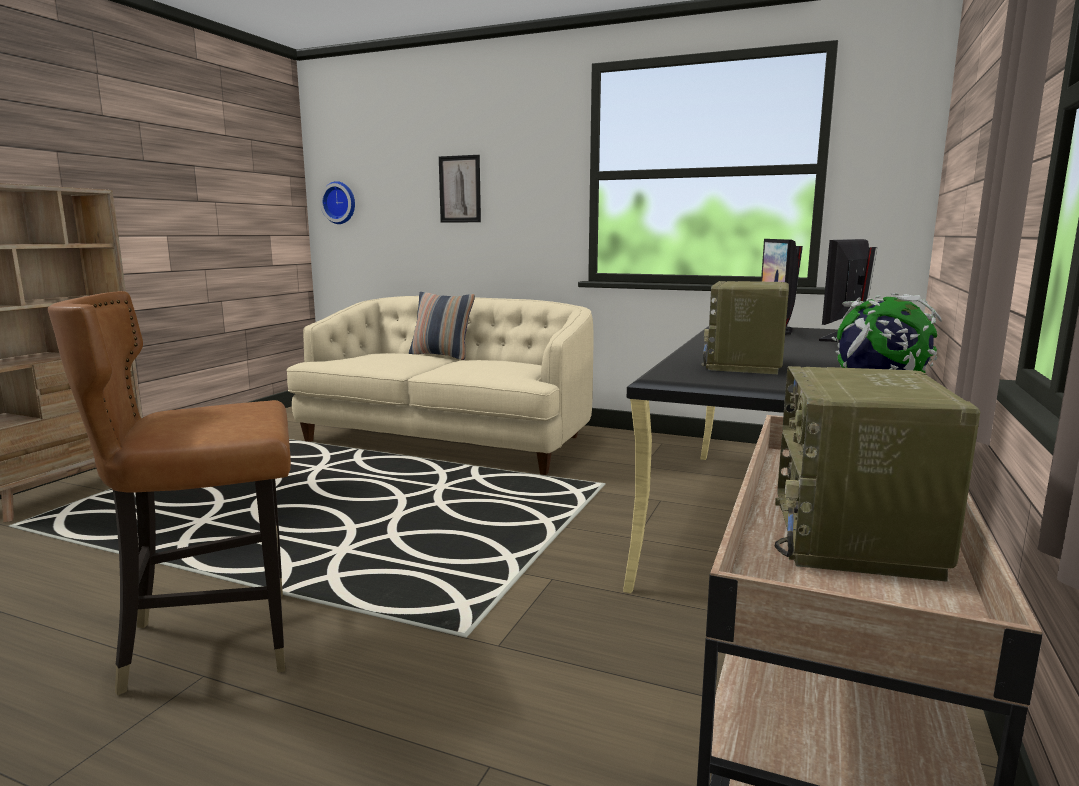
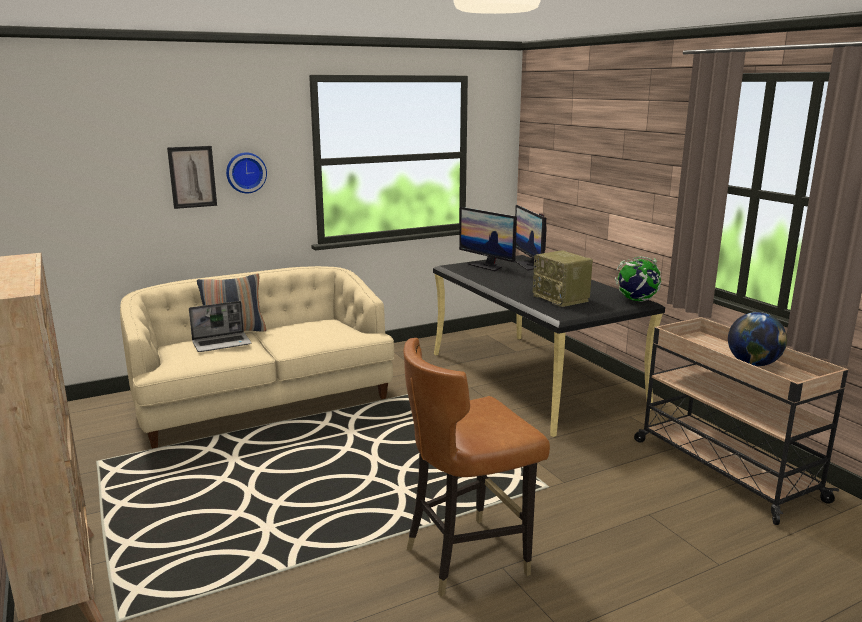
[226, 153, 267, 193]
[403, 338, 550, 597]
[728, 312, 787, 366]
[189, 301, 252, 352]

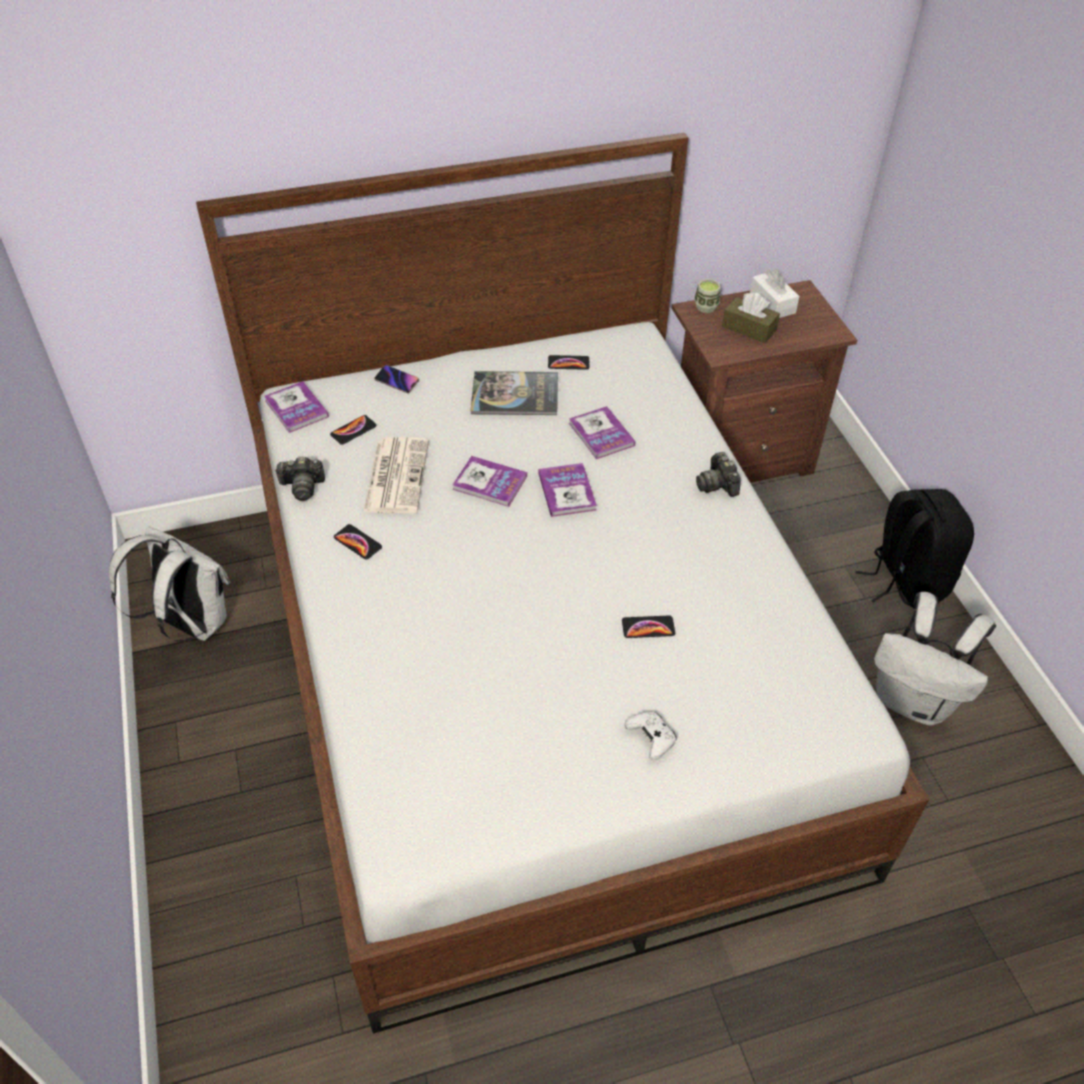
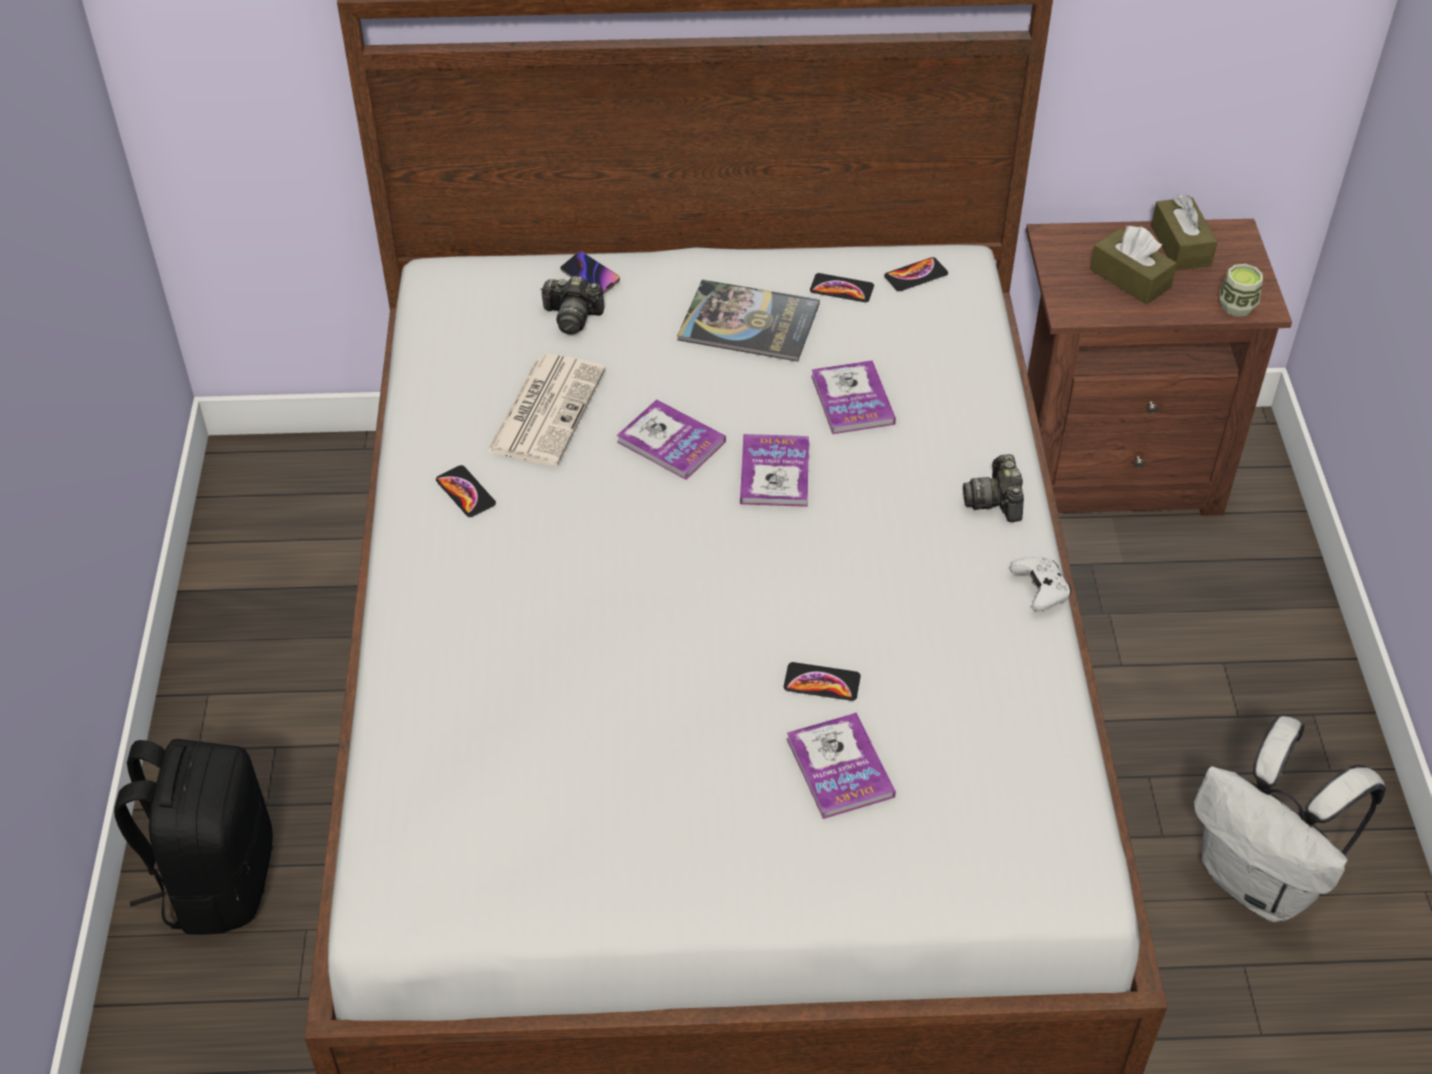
[1151, 195, 1217, 271]
[1220, 264, 1263, 317]
[787, 713, 896, 819]
[884, 257, 948, 291]
[540, 276, 604, 334]
[114, 739, 273, 935]
[109, 527, 230, 642] (first image)
[1010, 557, 1071, 611]

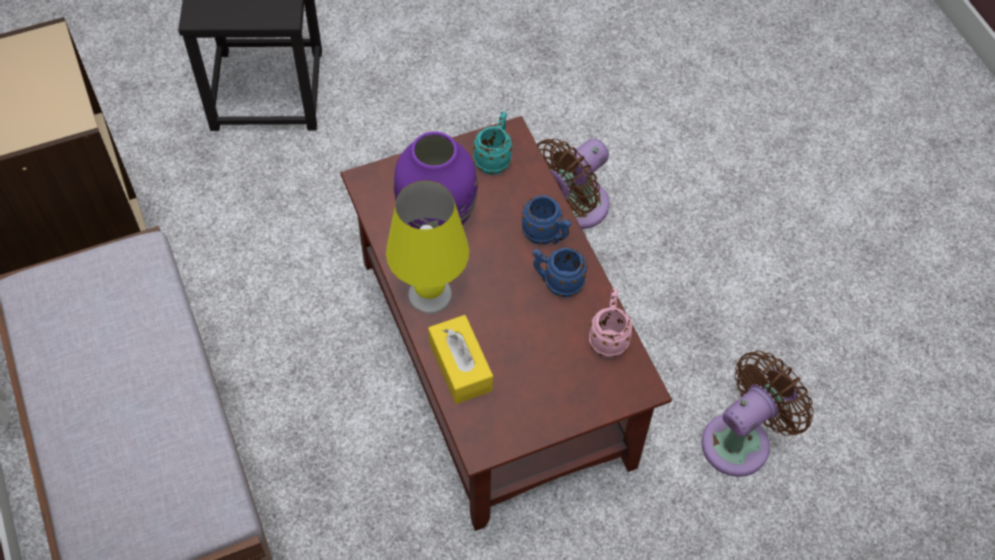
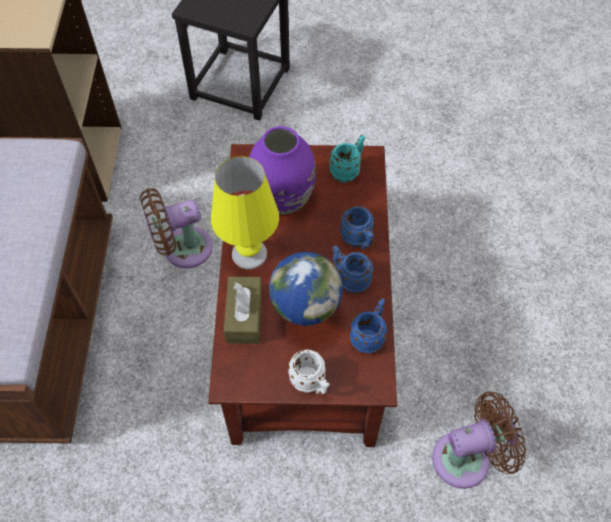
[140, 188, 213, 268]
[350, 298, 387, 354]
[224, 277, 262, 344]
[269, 252, 343, 326]
[288, 349, 329, 394]

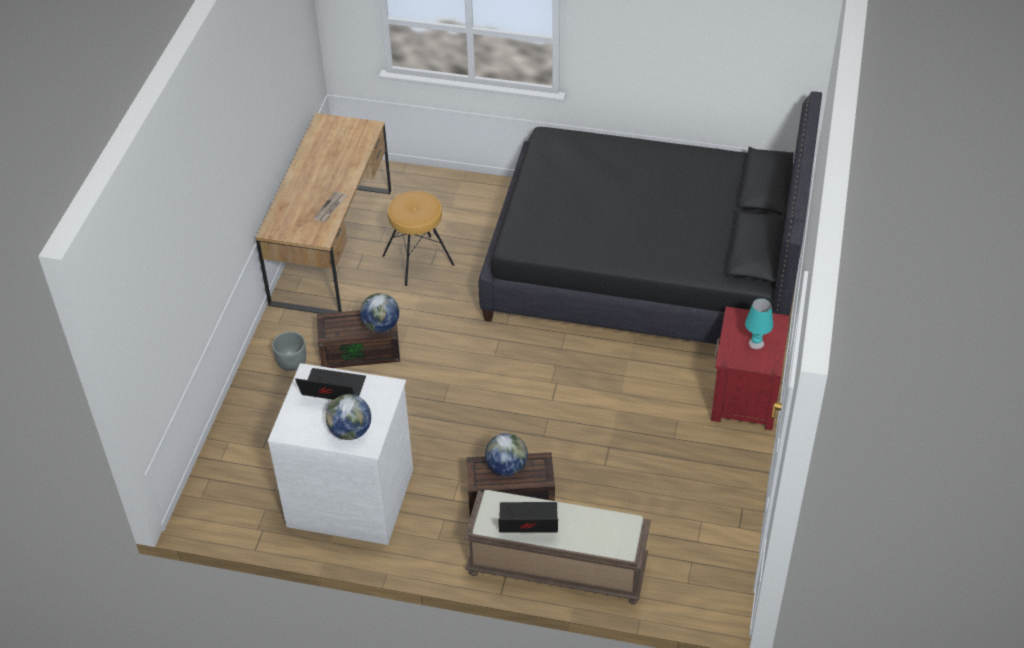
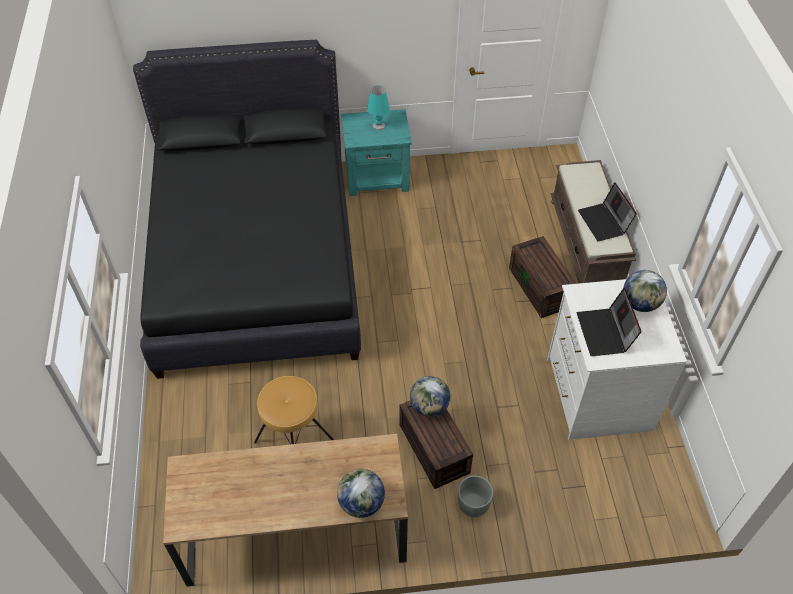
[313, 191, 347, 223] (first image)
[341, 109, 412, 196]
[337, 469, 385, 518]

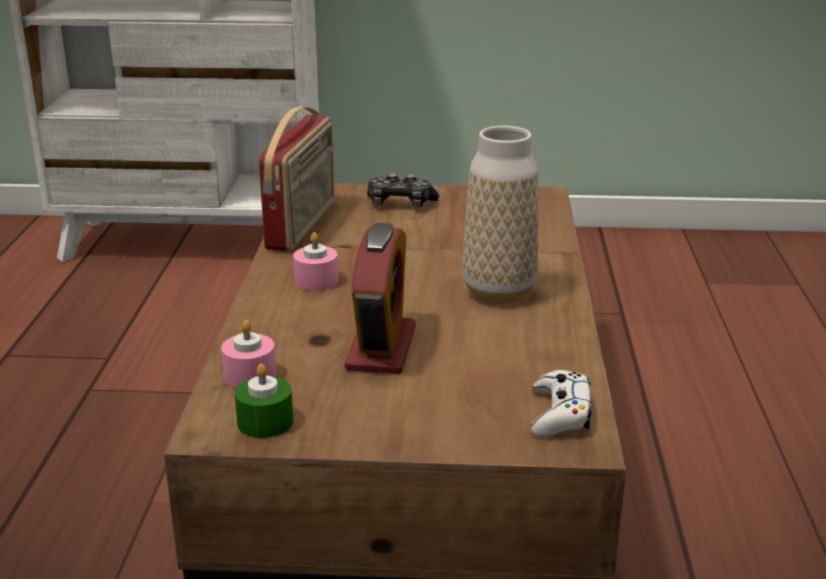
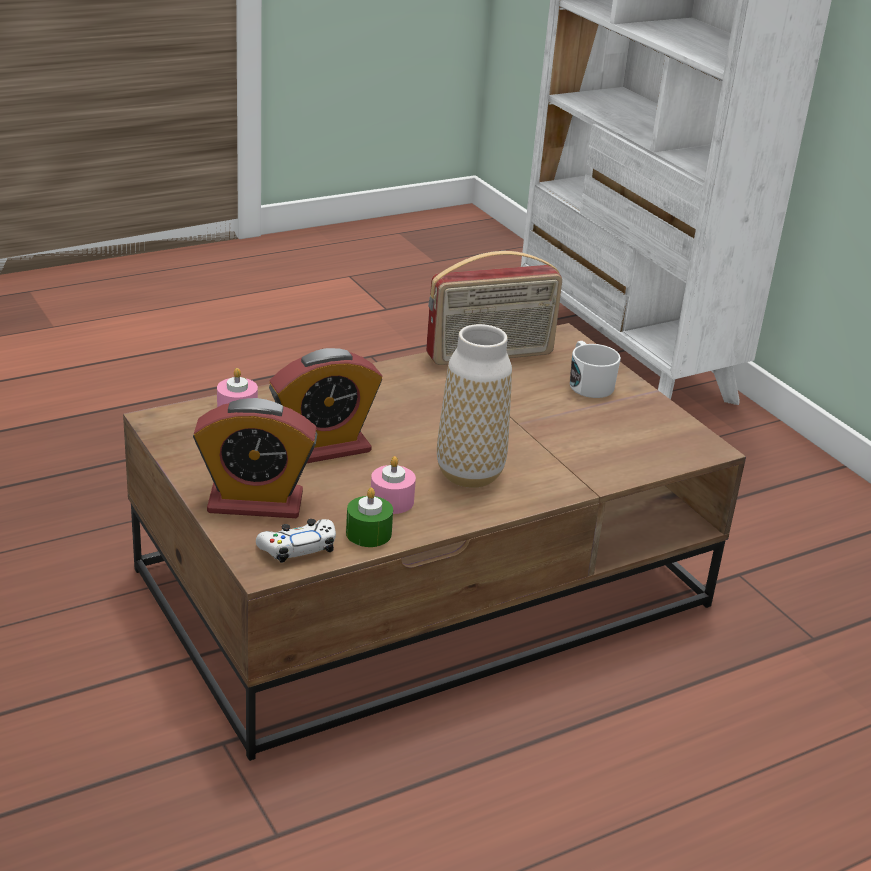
[570, 341, 621, 398]
[371, 456, 416, 514]
[346, 487, 393, 547]
[193, 398, 317, 518]

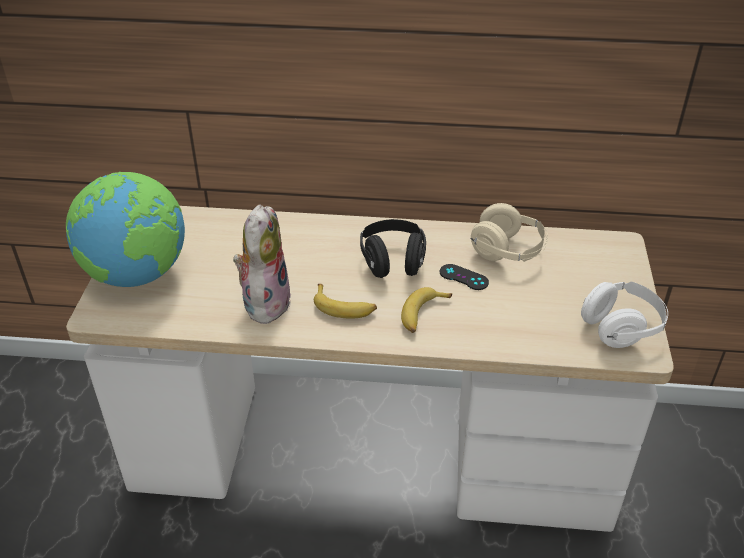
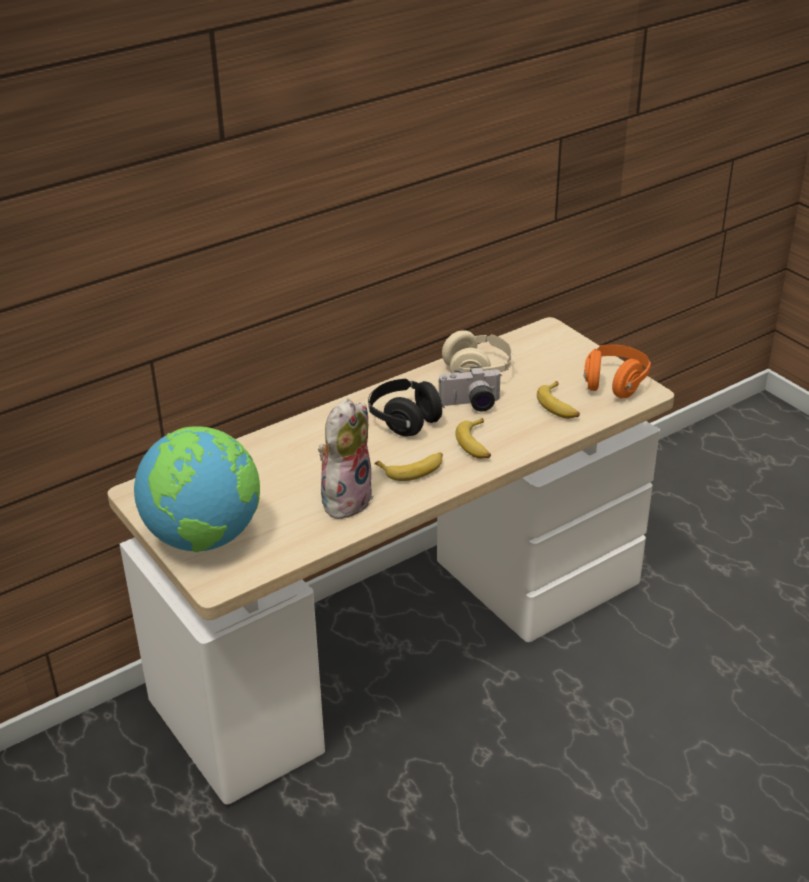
[318, 398, 374, 519]
[439, 366, 501, 411]
[584, 344, 651, 399]
[537, 381, 580, 419]

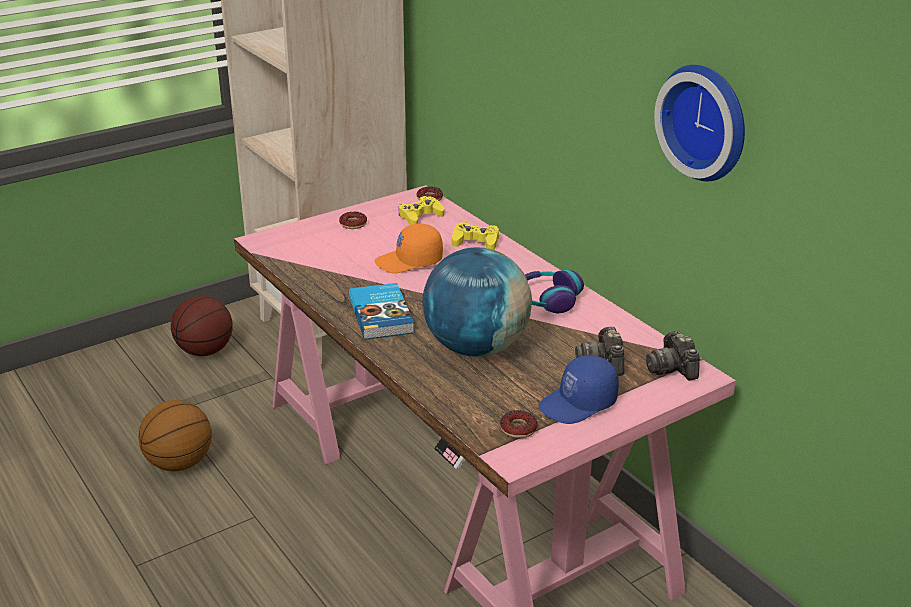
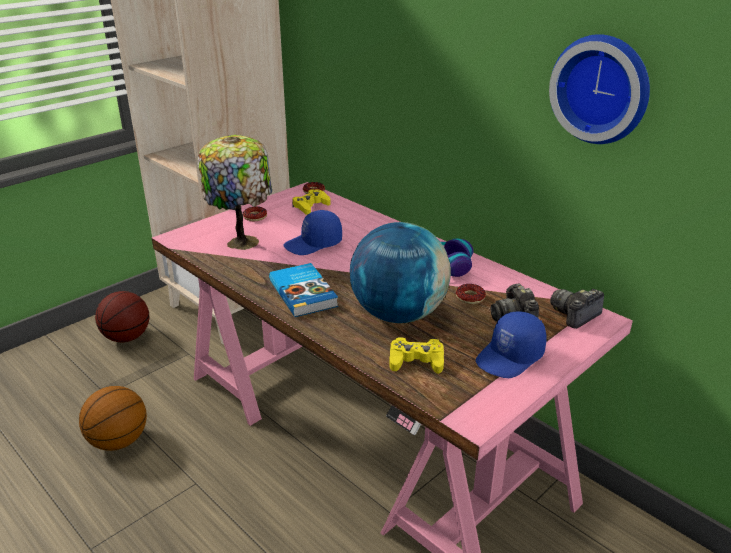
[389, 337, 444, 374]
[283, 210, 342, 255]
[550, 289, 604, 329]
[456, 284, 486, 304]
[198, 135, 272, 250]

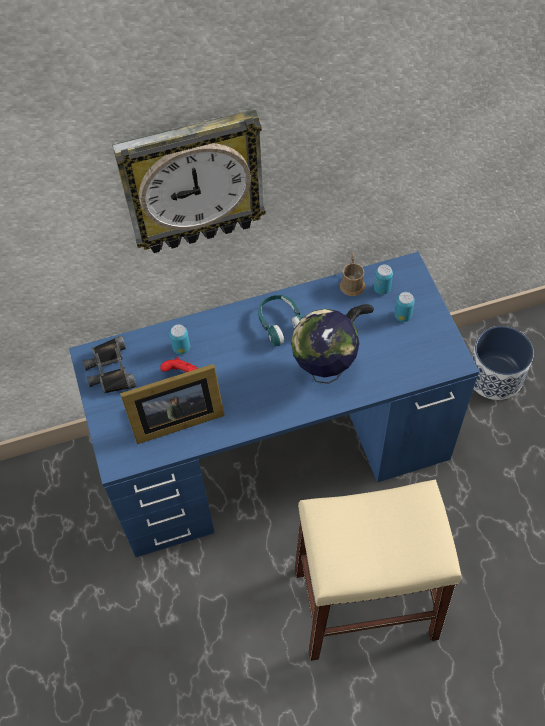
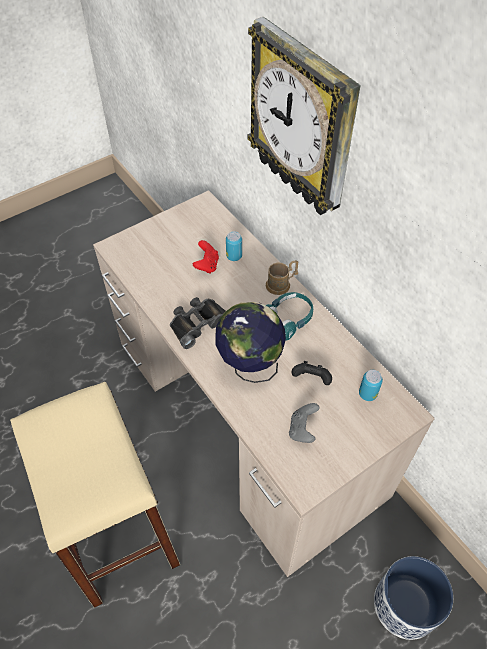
[93, 190, 435, 577]
[266, 260, 298, 295]
[395, 292, 415, 322] (first image)
[170, 297, 225, 349]
[120, 364, 225, 444] (first image)
[289, 403, 320, 443]

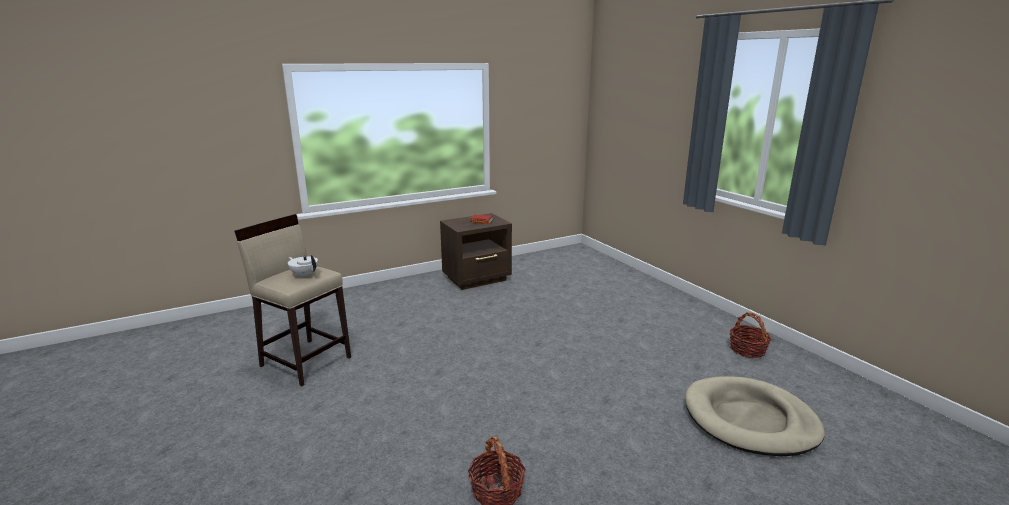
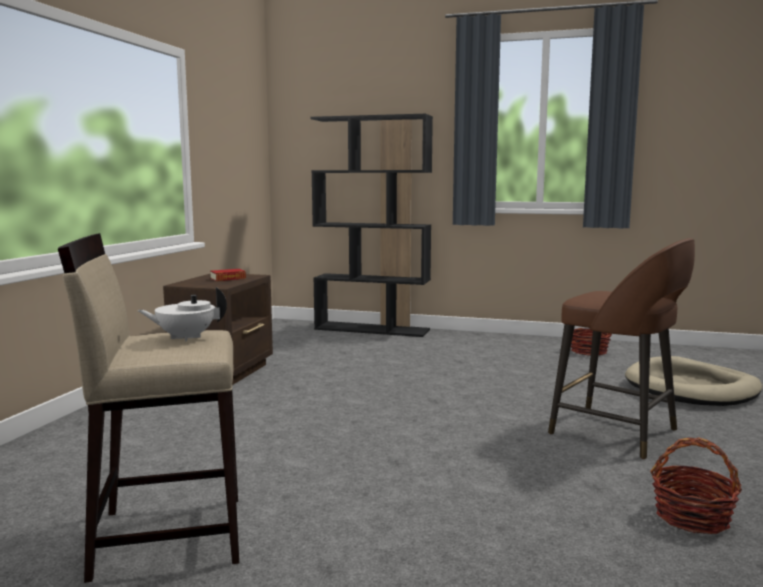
[310, 114, 433, 337]
[548, 238, 695, 459]

